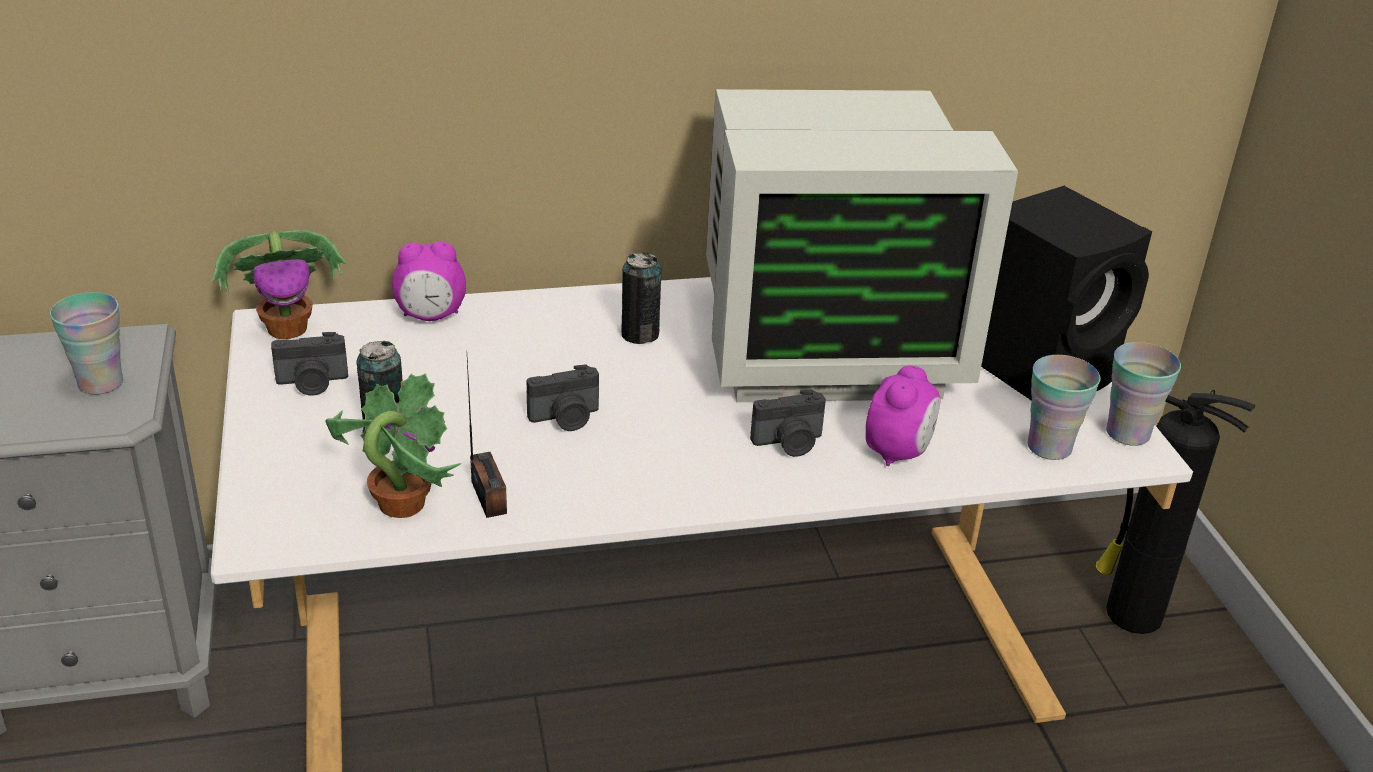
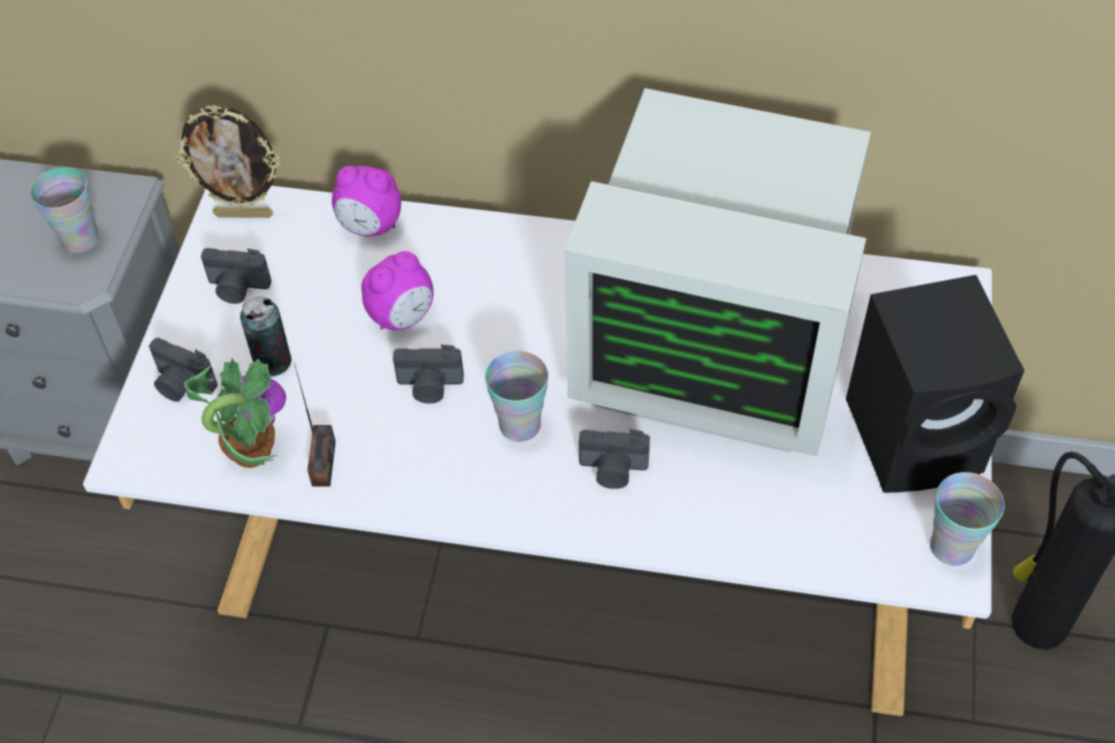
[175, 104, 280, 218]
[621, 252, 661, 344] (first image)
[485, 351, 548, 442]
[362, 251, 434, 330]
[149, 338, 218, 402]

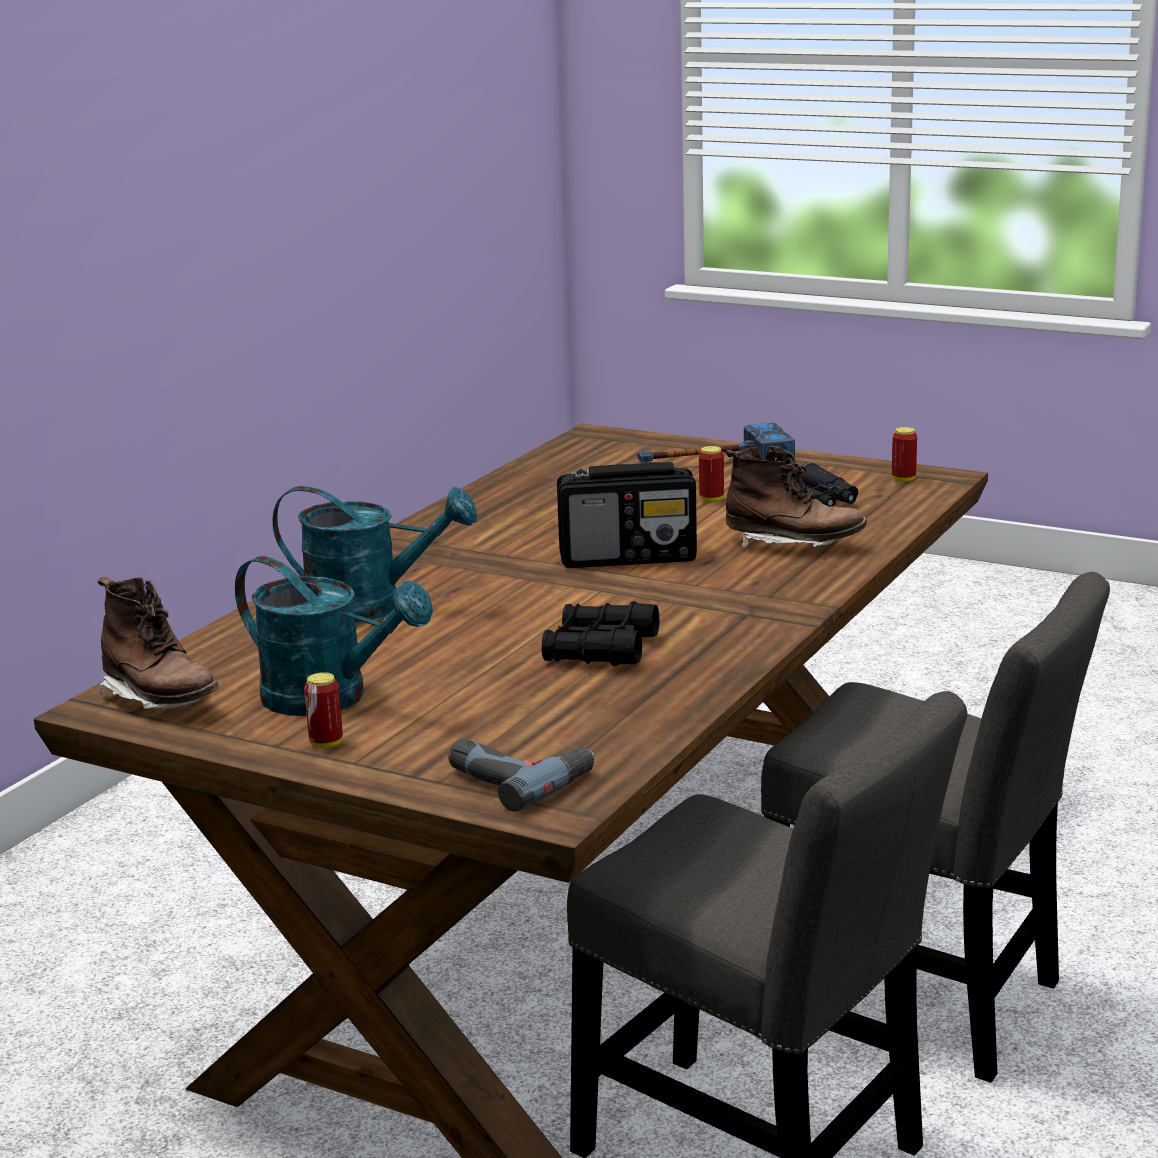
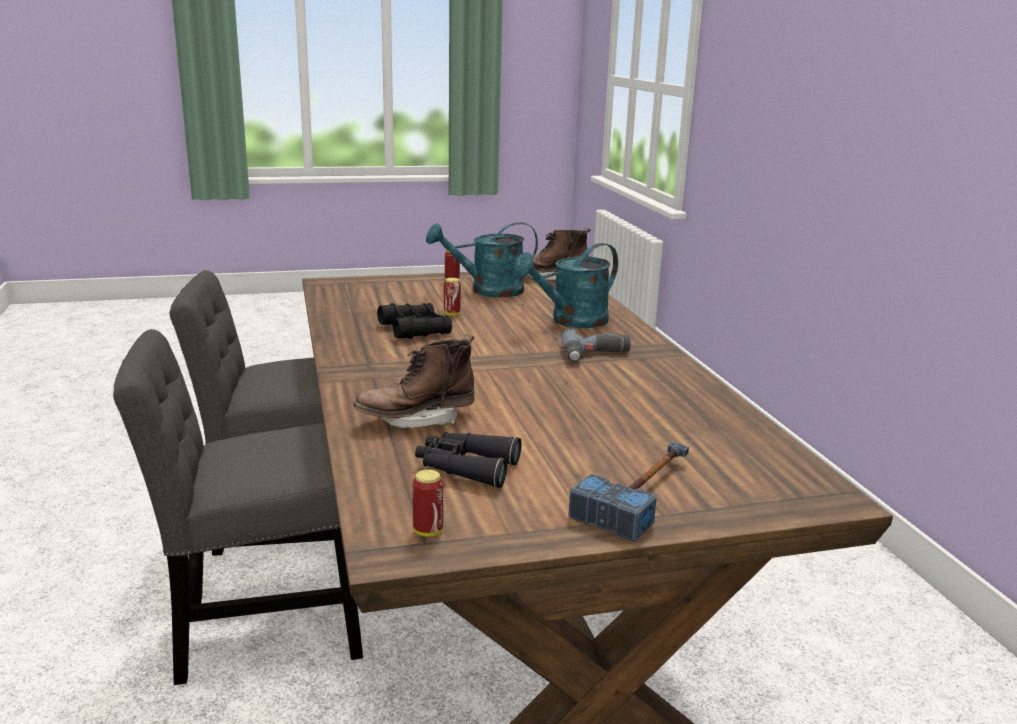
[444, 278, 461, 316]
[557, 462, 697, 568] (first image)
[561, 328, 631, 362]

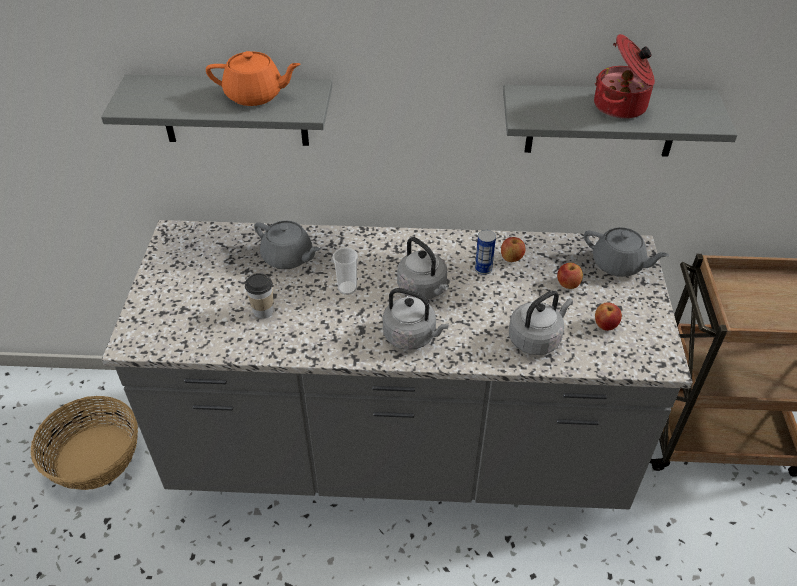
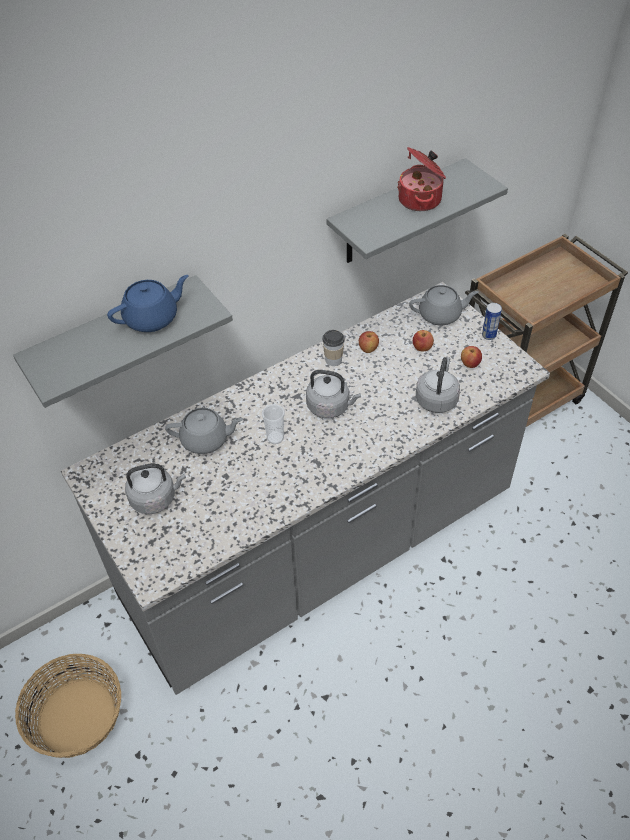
[107, 275, 189, 332]
[482, 303, 502, 340]
[322, 330, 345, 366]
[125, 463, 186, 514]

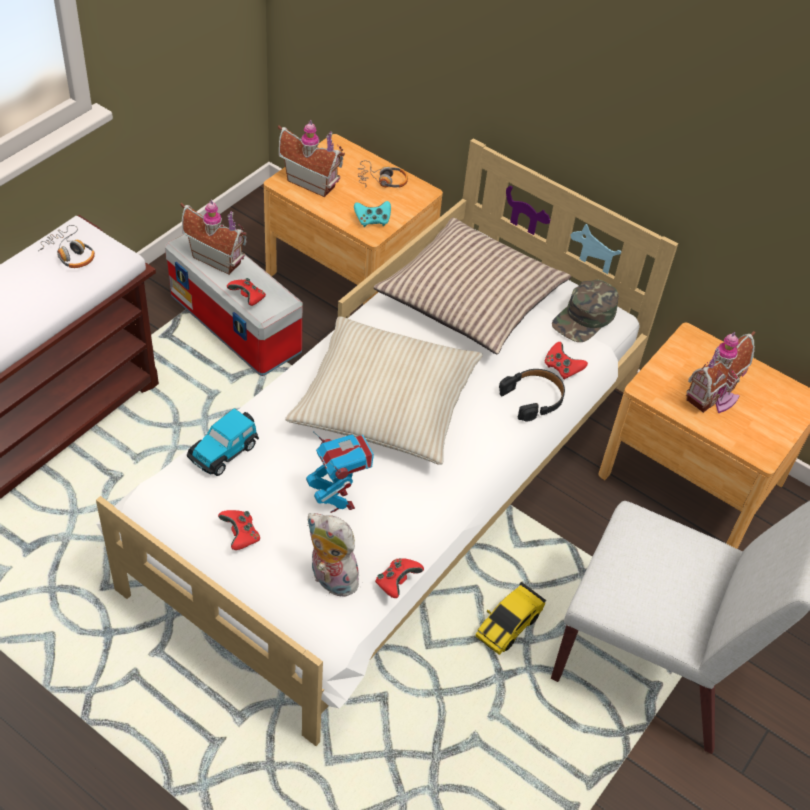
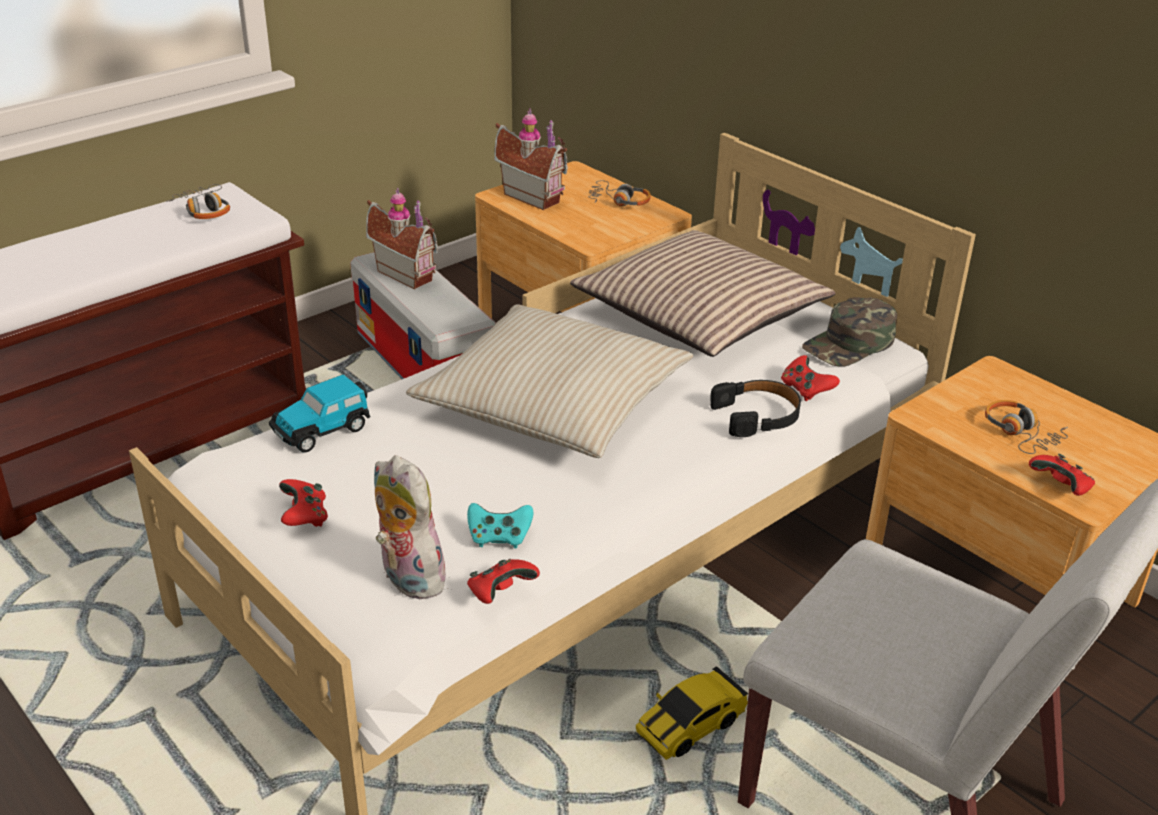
[467, 503, 533, 549]
[1029, 454, 1095, 496]
[985, 400, 1068, 454]
[306, 431, 374, 513] (first image)

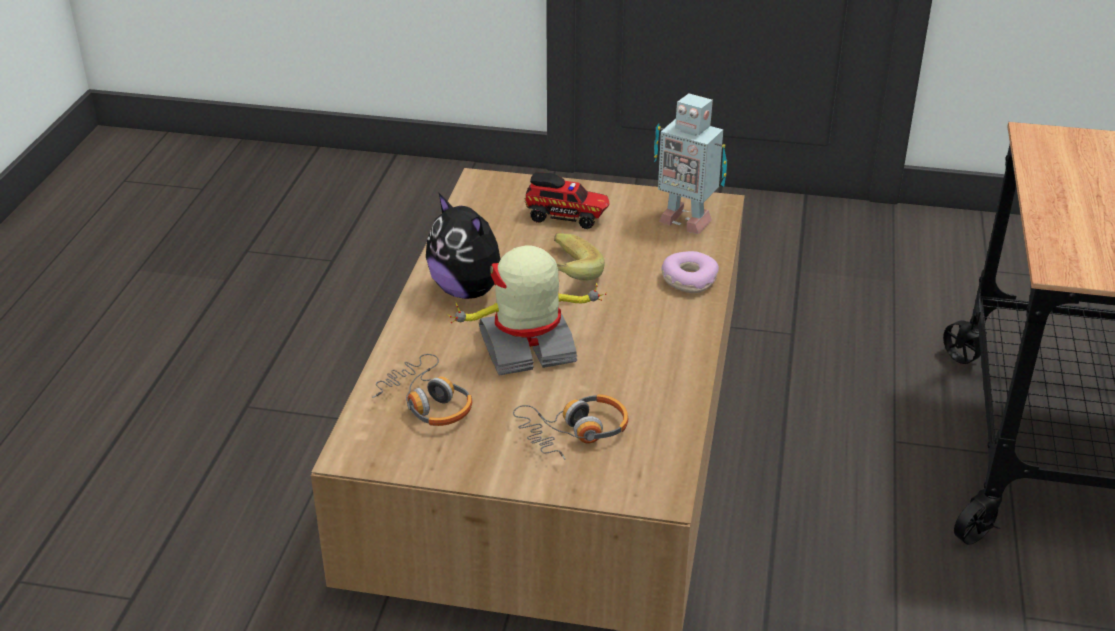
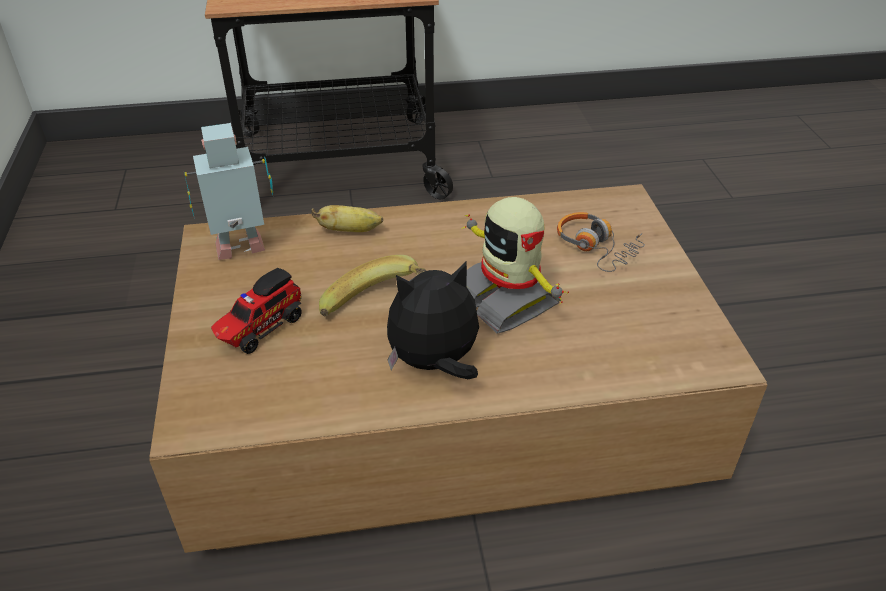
[185, 123, 273, 260]
[211, 268, 302, 354]
[387, 261, 479, 379]
[311, 205, 383, 232]
[372, 354, 472, 426] (first image)

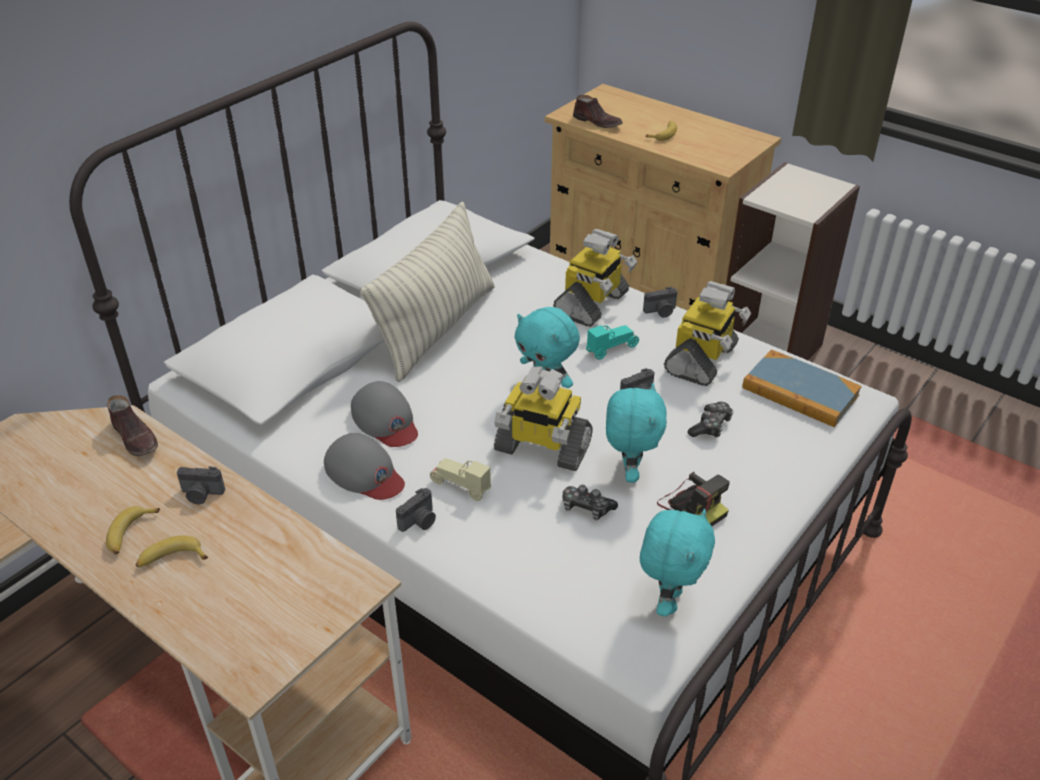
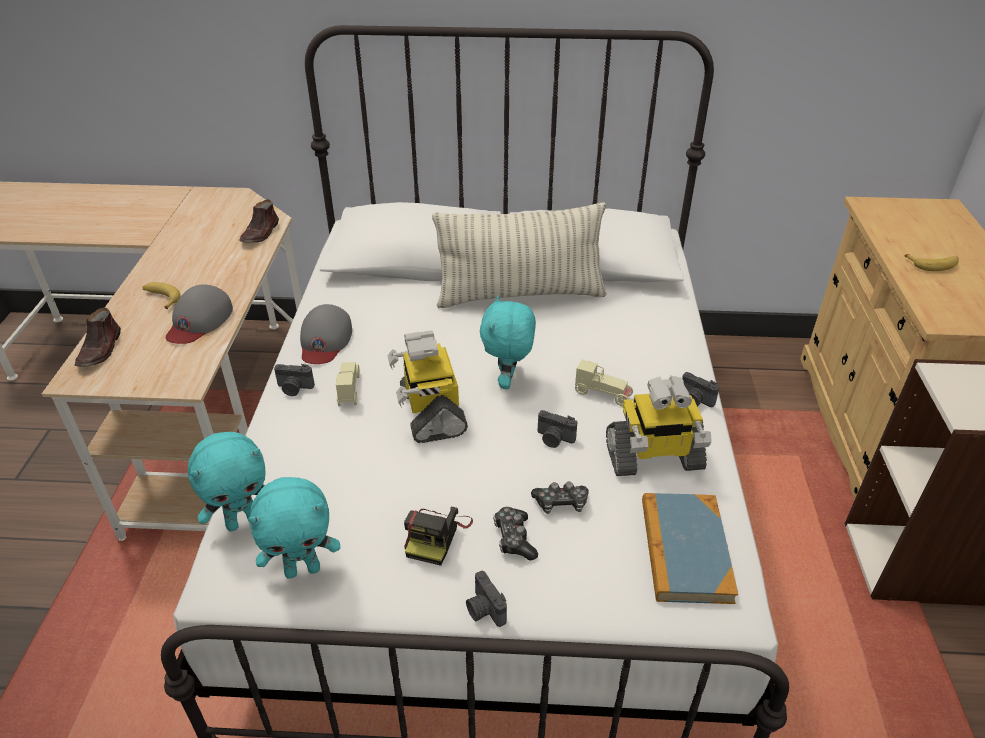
[75, 307, 121, 367]
[553, 229, 637, 327] (first image)
[575, 360, 633, 406]
[166, 285, 233, 344]
[188, 432, 266, 531]
[466, 571, 507, 627]
[493, 507, 538, 561]
[106, 506, 160, 554] (first image)

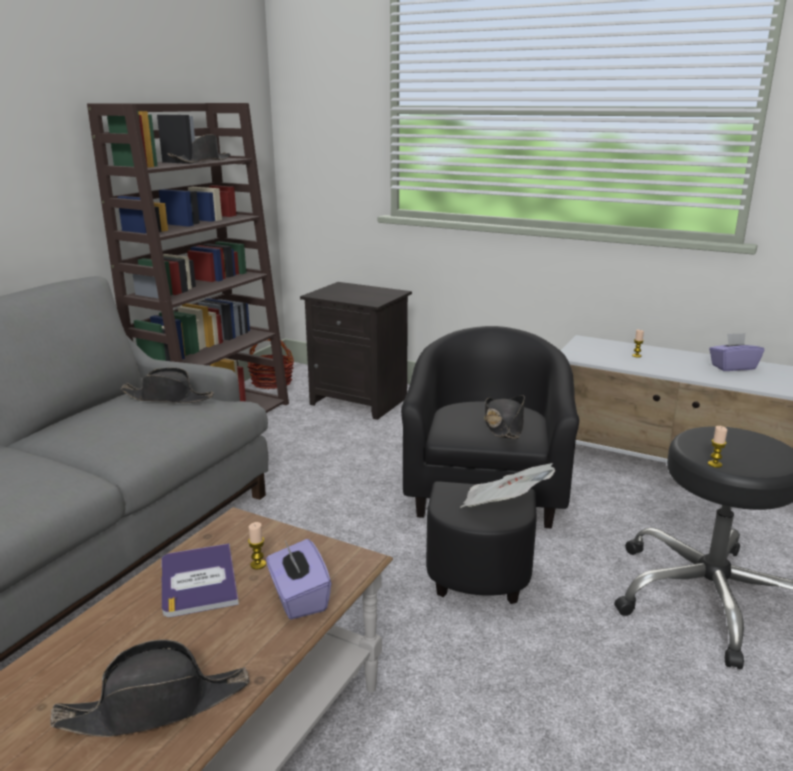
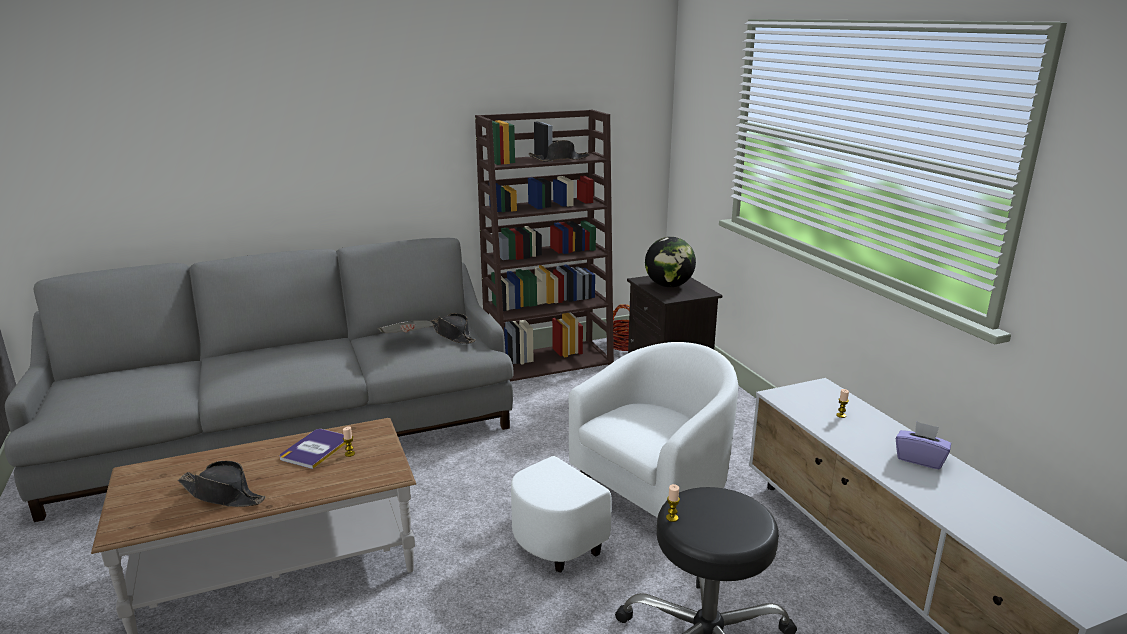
[511, 342, 738, 572]
[484, 395, 525, 439] (first image)
[378, 320, 435, 333]
[266, 539, 331, 620] (first image)
[645, 237, 696, 287]

